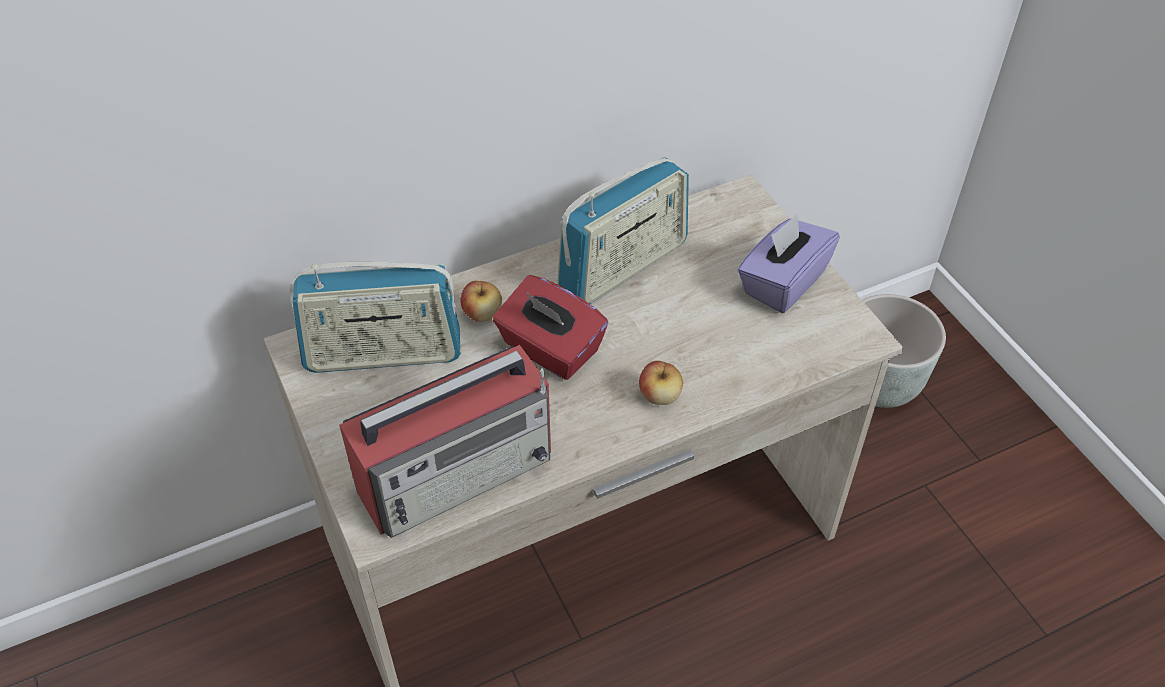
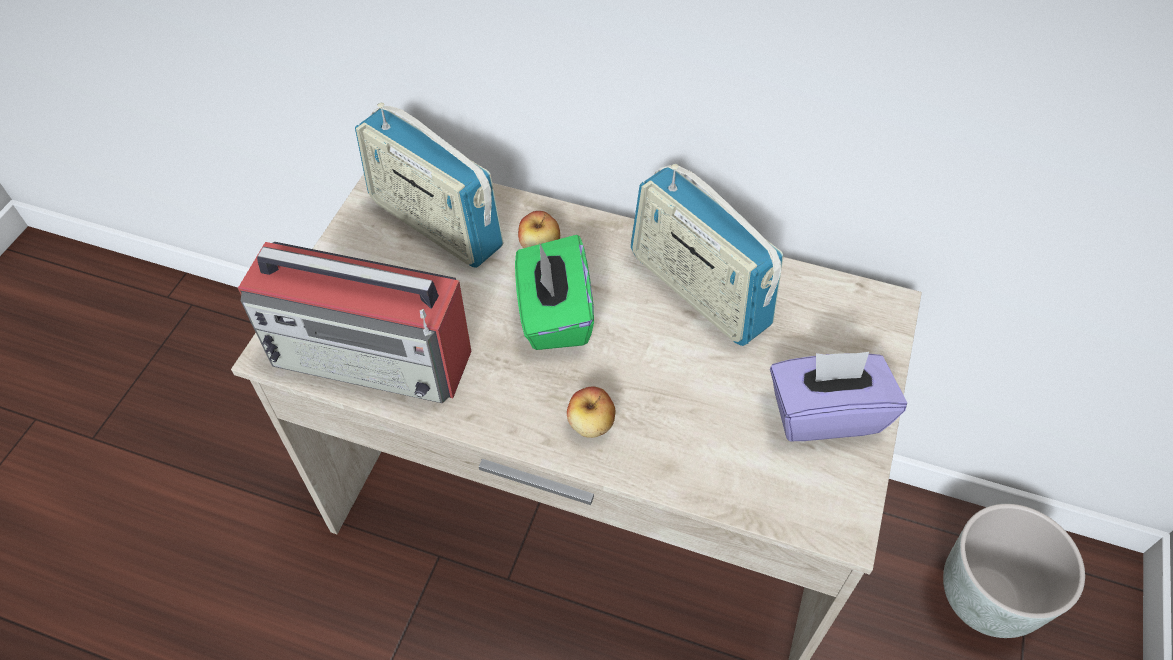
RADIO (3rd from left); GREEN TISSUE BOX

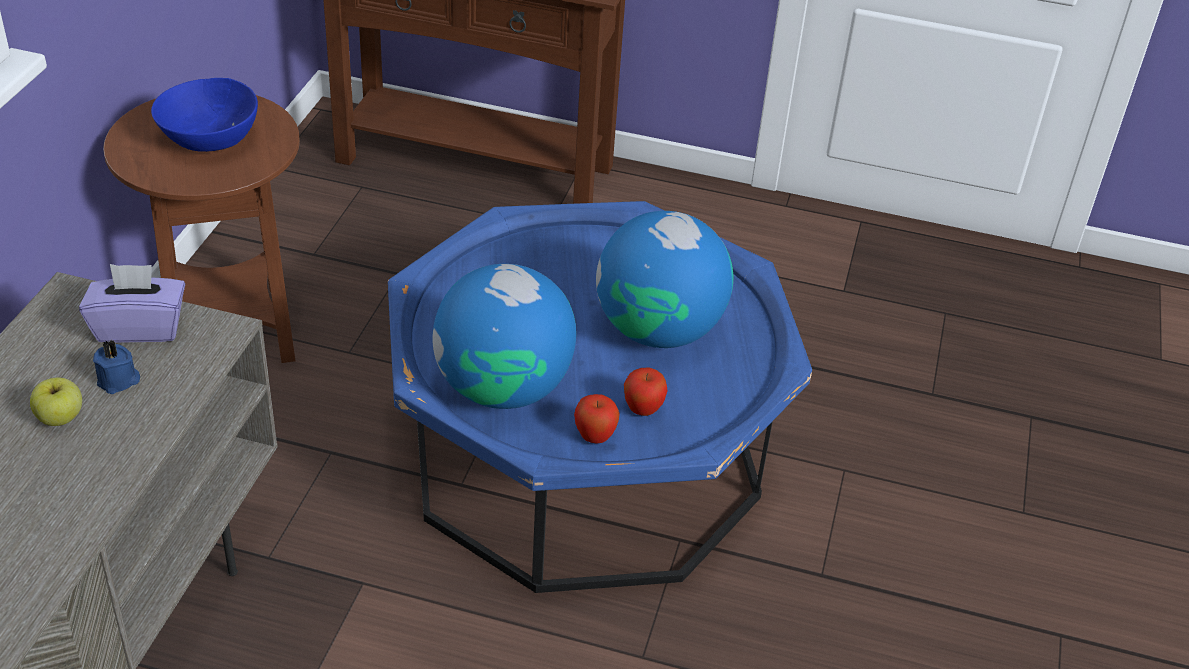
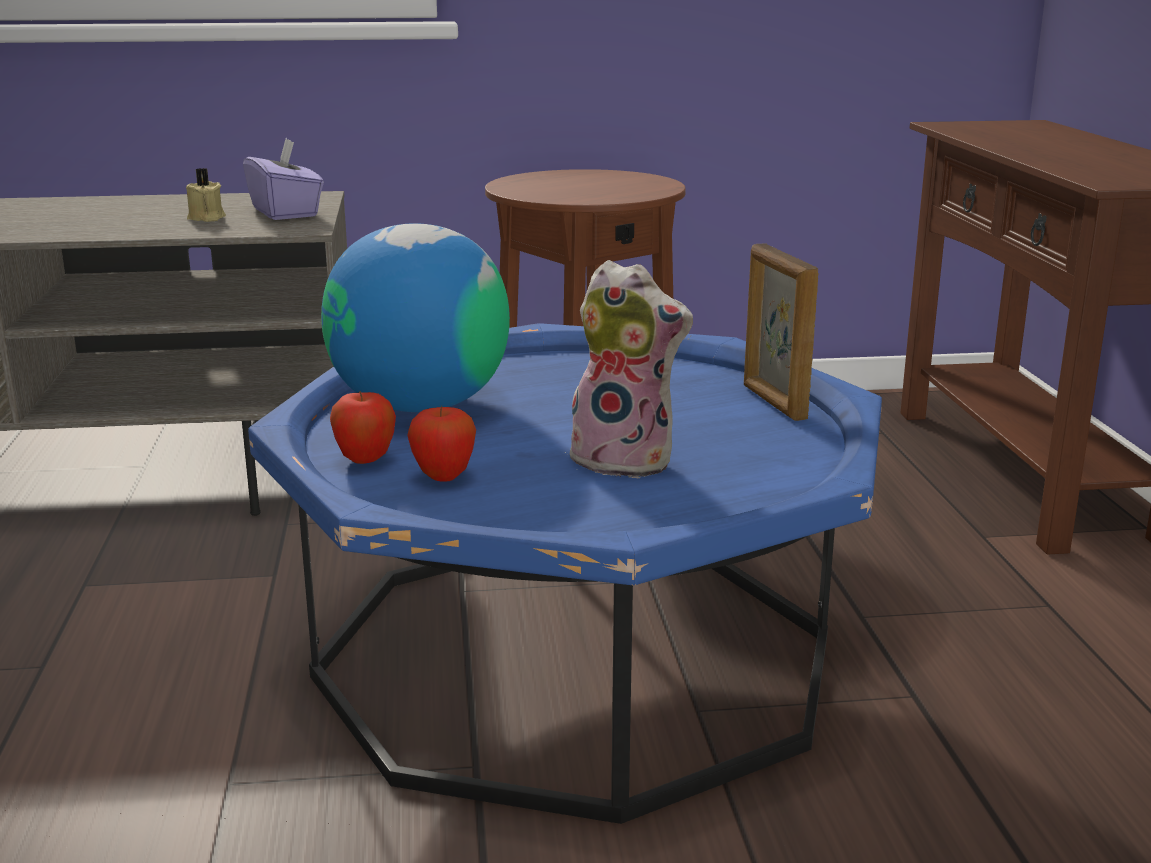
BLUE BOWL; PLUSH TOY; BEIGE CANDLE; APPLE (1st from left in the first image); PICTURE FRAME

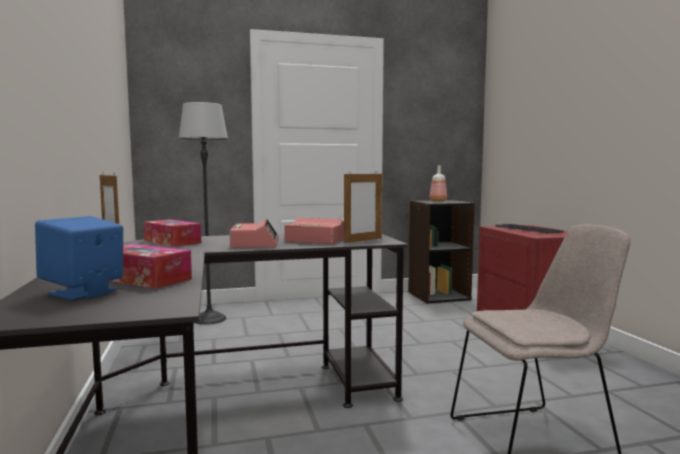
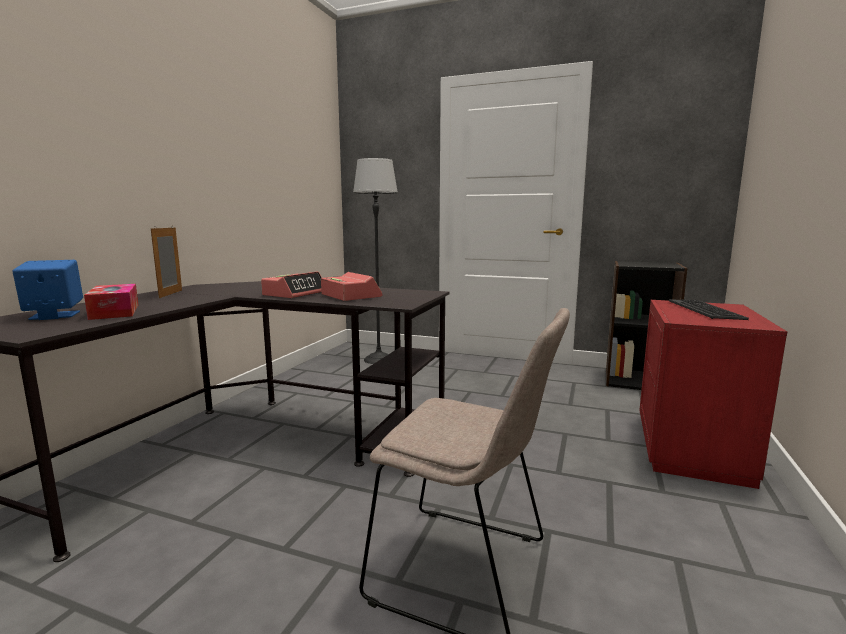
BOTTLE; PICTURE FRAME (2nd from left in the first image); TISSUE BOX (2nd from left in the first image)

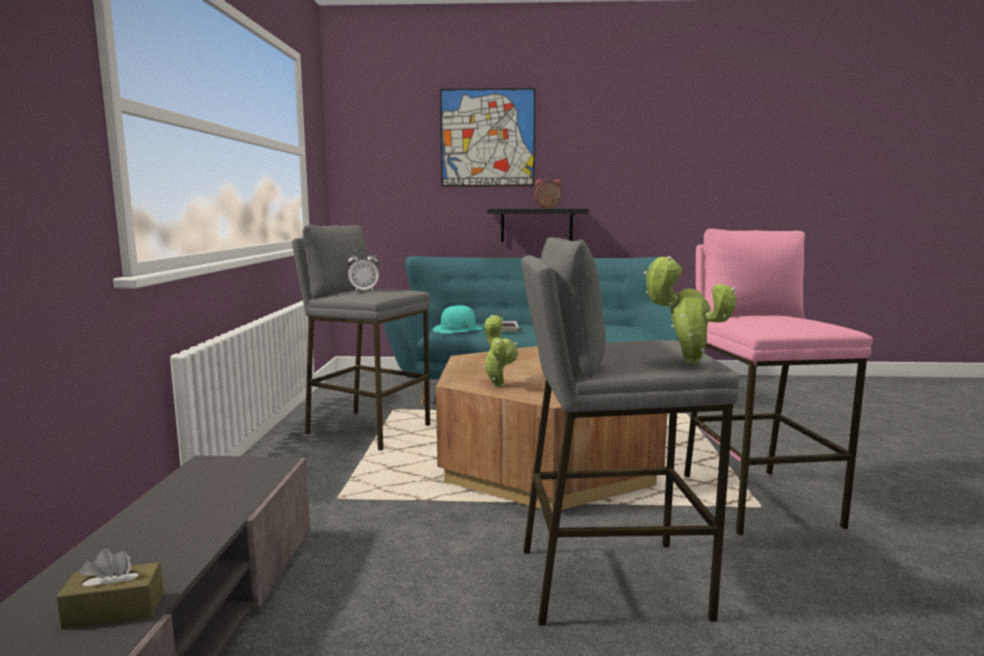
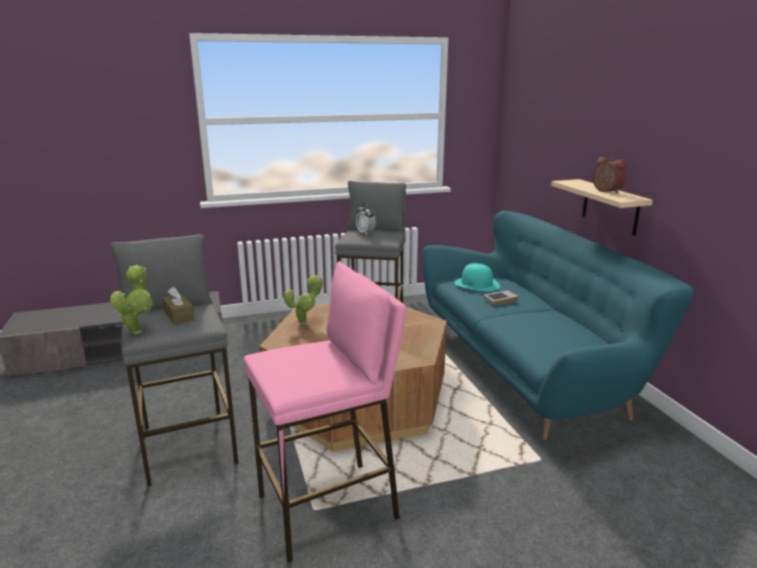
PICTURE; BEIGE SHELF; BROWN TISSUE BOX

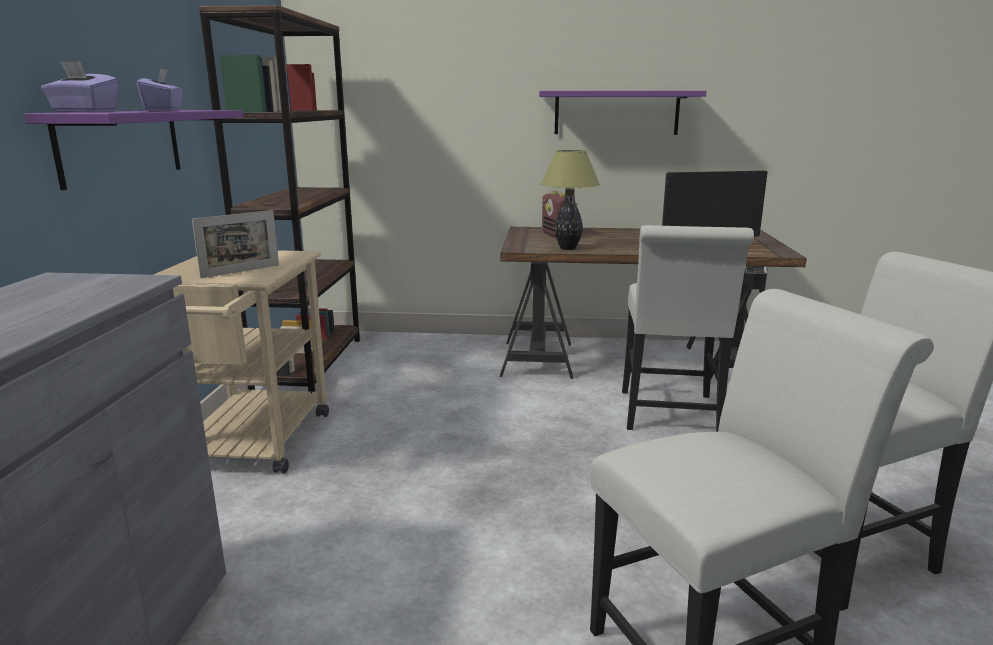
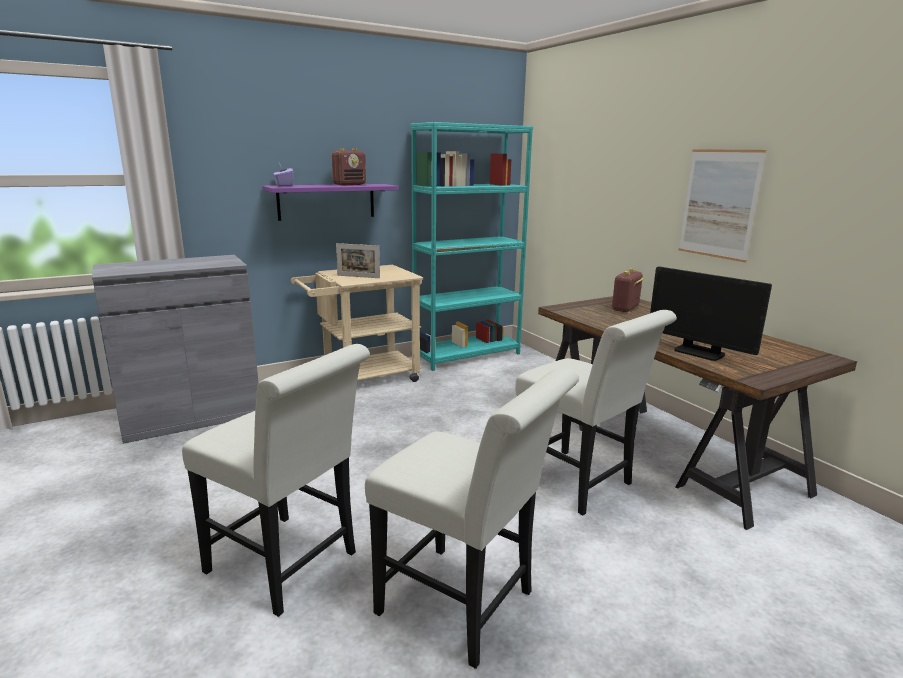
TURQUOISE BOOKCASE; RADIO (1st from left); PICTURE; TABLE LAMP; WHITE CHAIR (3rd from left)

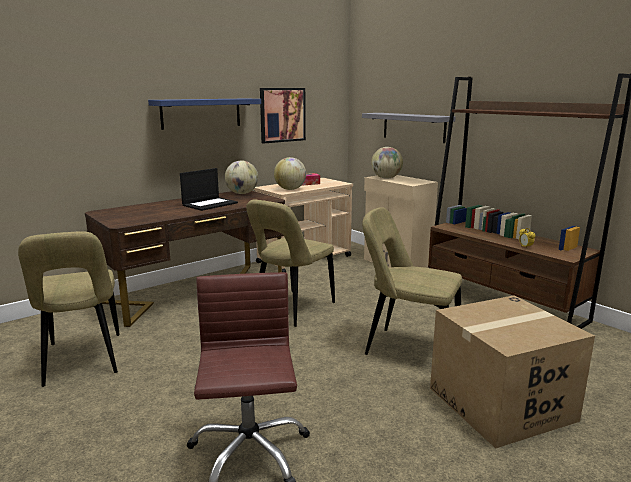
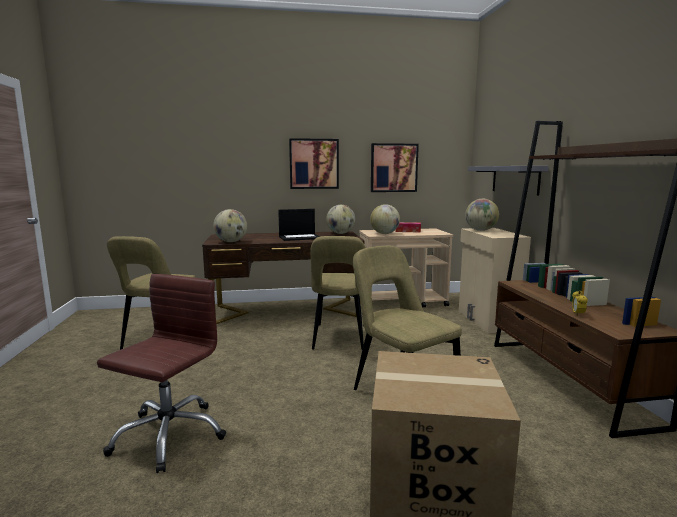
PICTURE (1st from left); BEIGE CHAIR (2nd from left); GLOBE (1st from left)

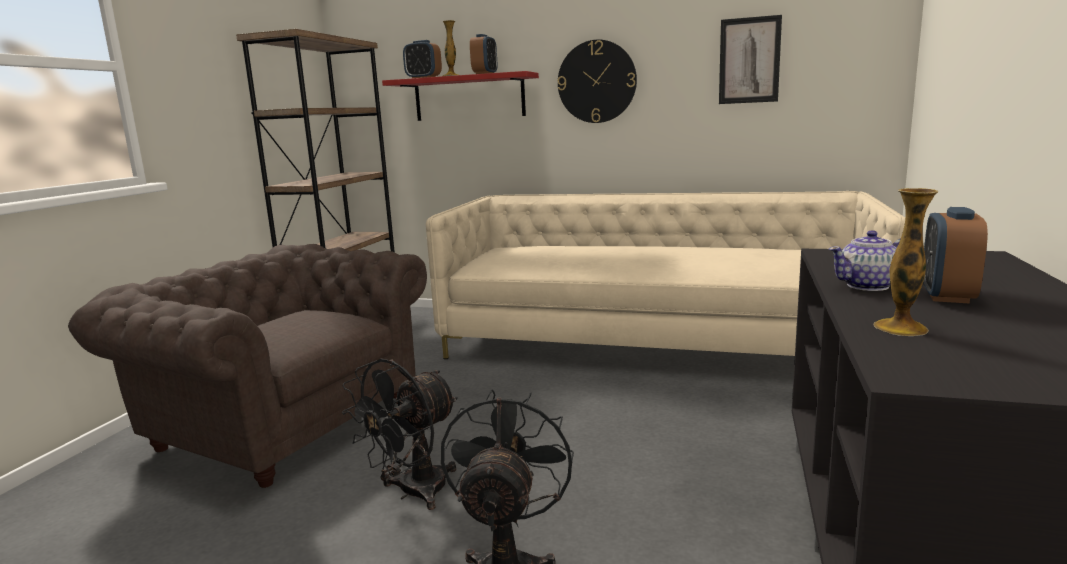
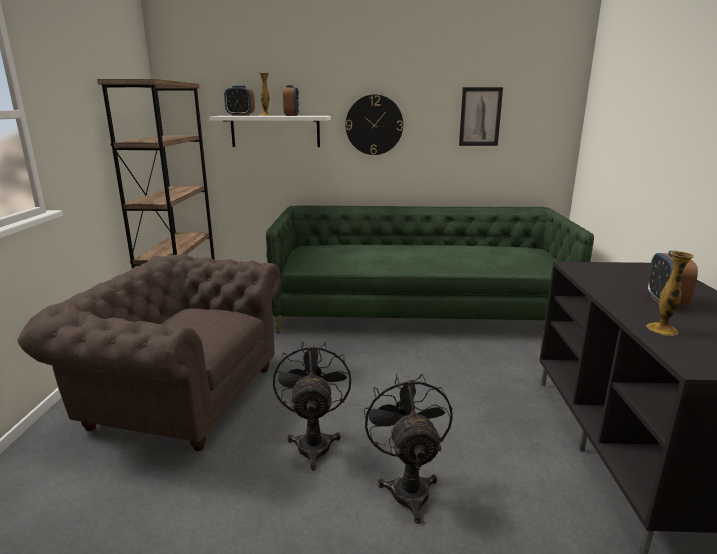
WHITE SHELF; GREEN SOFA; TEAPOT; BLACK FAN (1st from left)

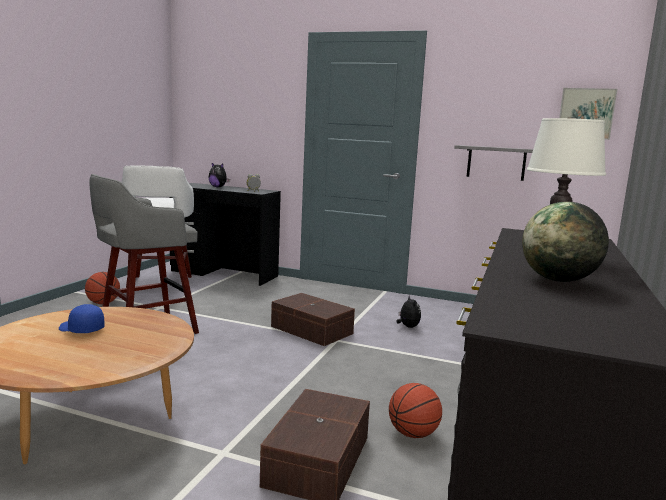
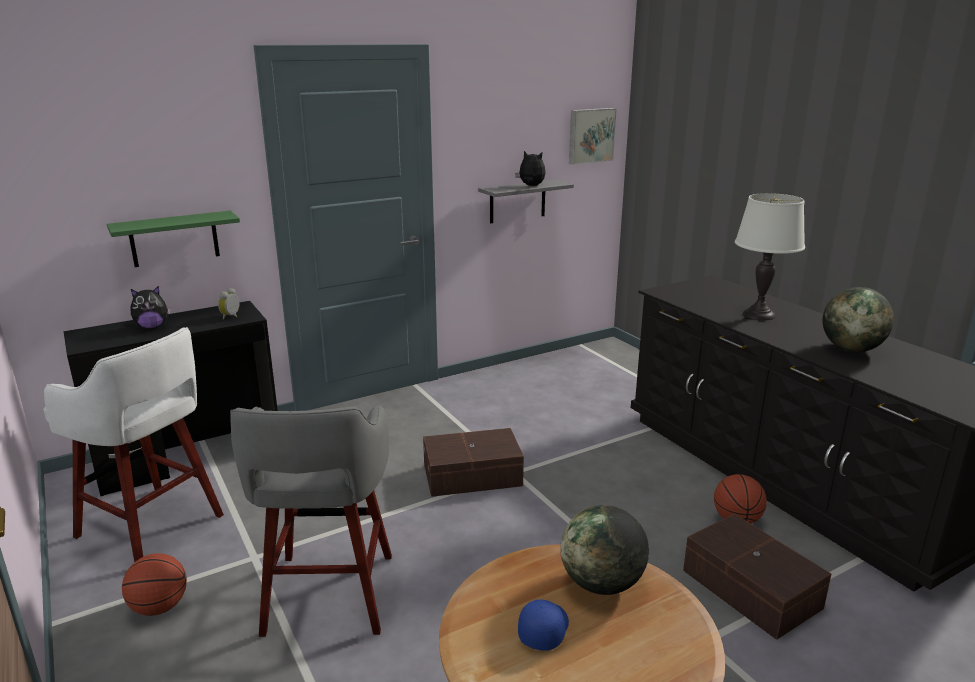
PLUSH TOY (2nd from left); BLUE CAP; GREEN SHELF; GLOBE (1st from left)

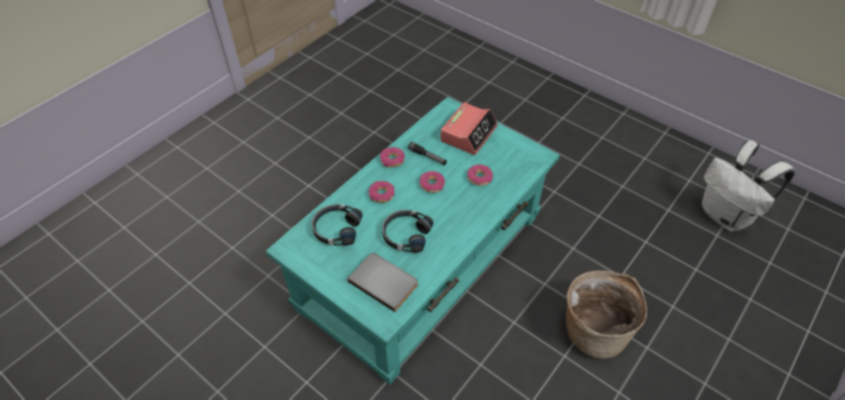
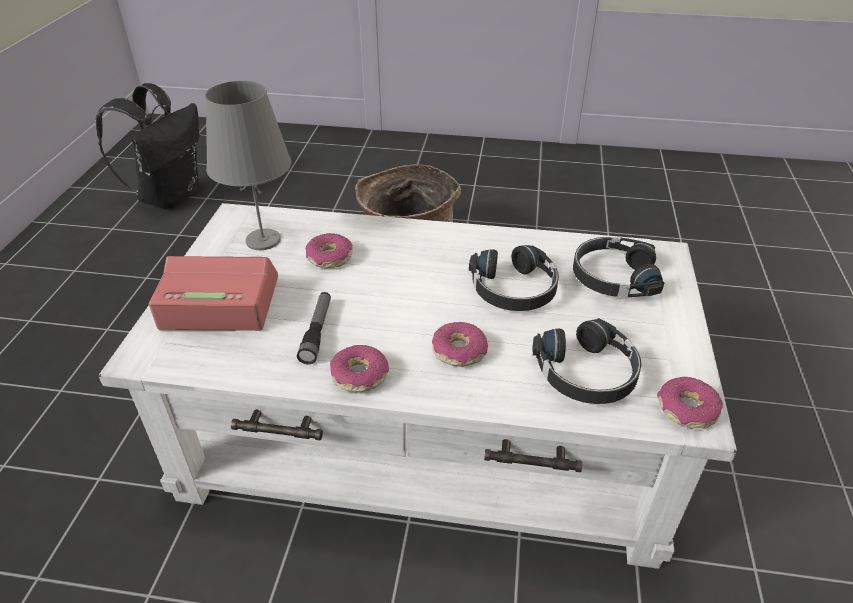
WHITE COFFEE TABLE; BLACK BACKPACK; DONUT (4th from left); BLACK HEADPHONES (3rd from left); GREY TABLE LAMP

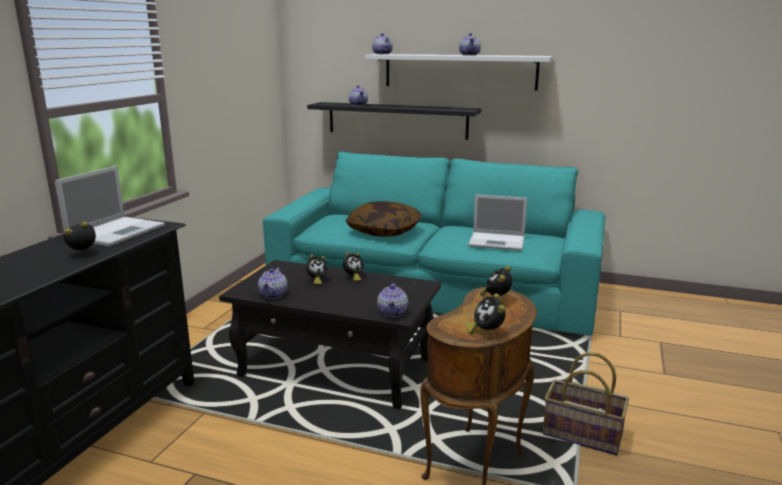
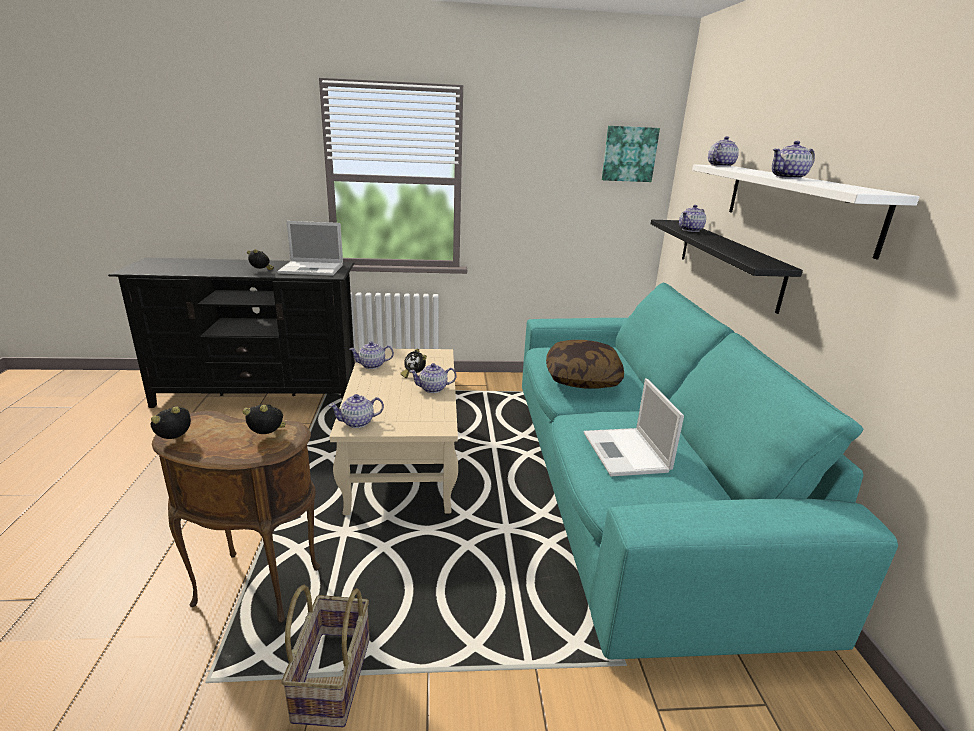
TEAPOT (3rd from left); BEIGE COFFEE TABLE; PICTURE

